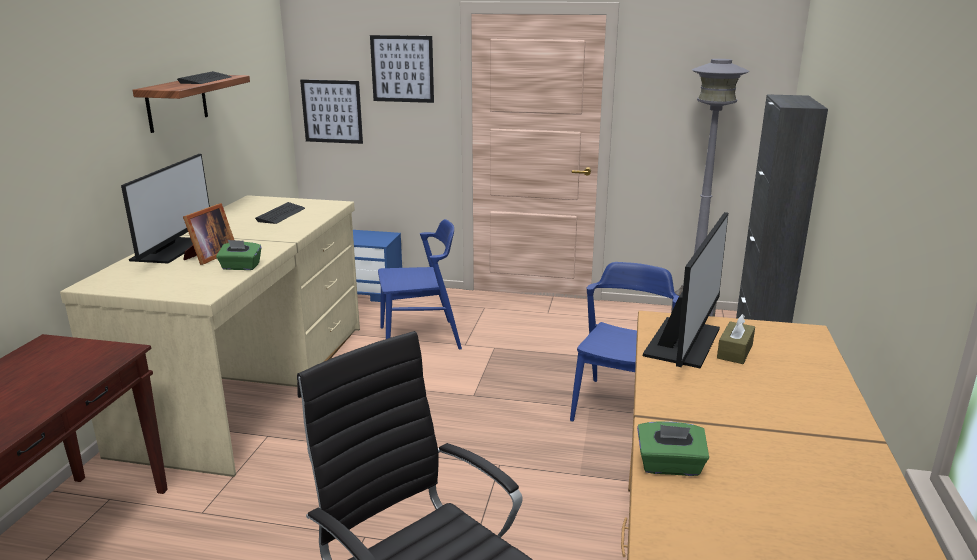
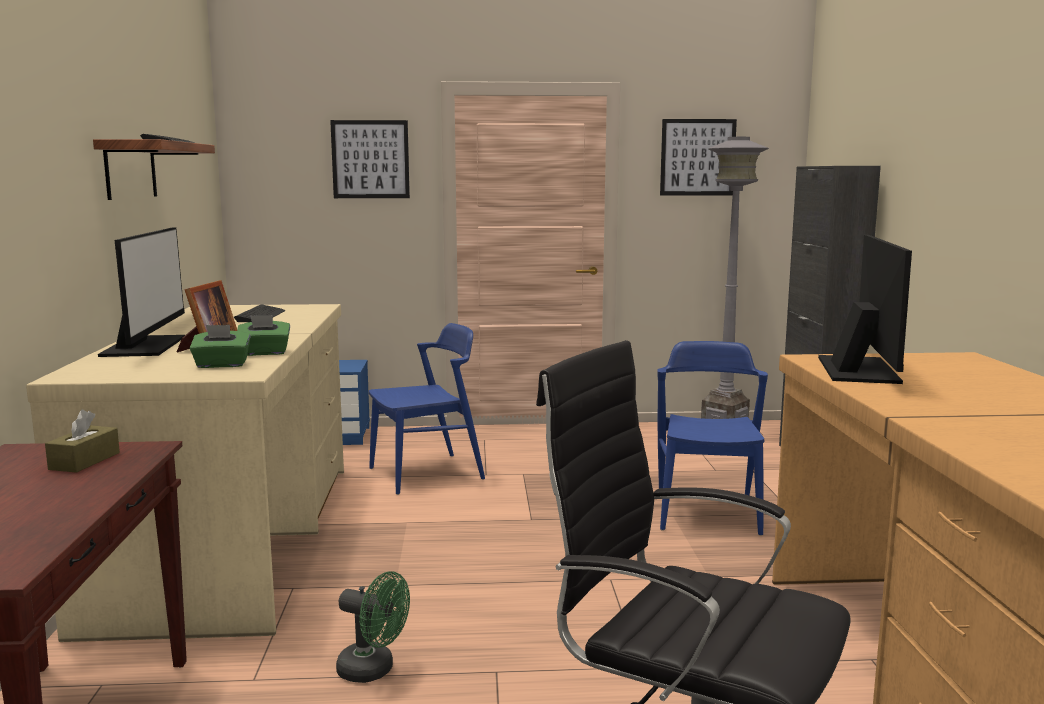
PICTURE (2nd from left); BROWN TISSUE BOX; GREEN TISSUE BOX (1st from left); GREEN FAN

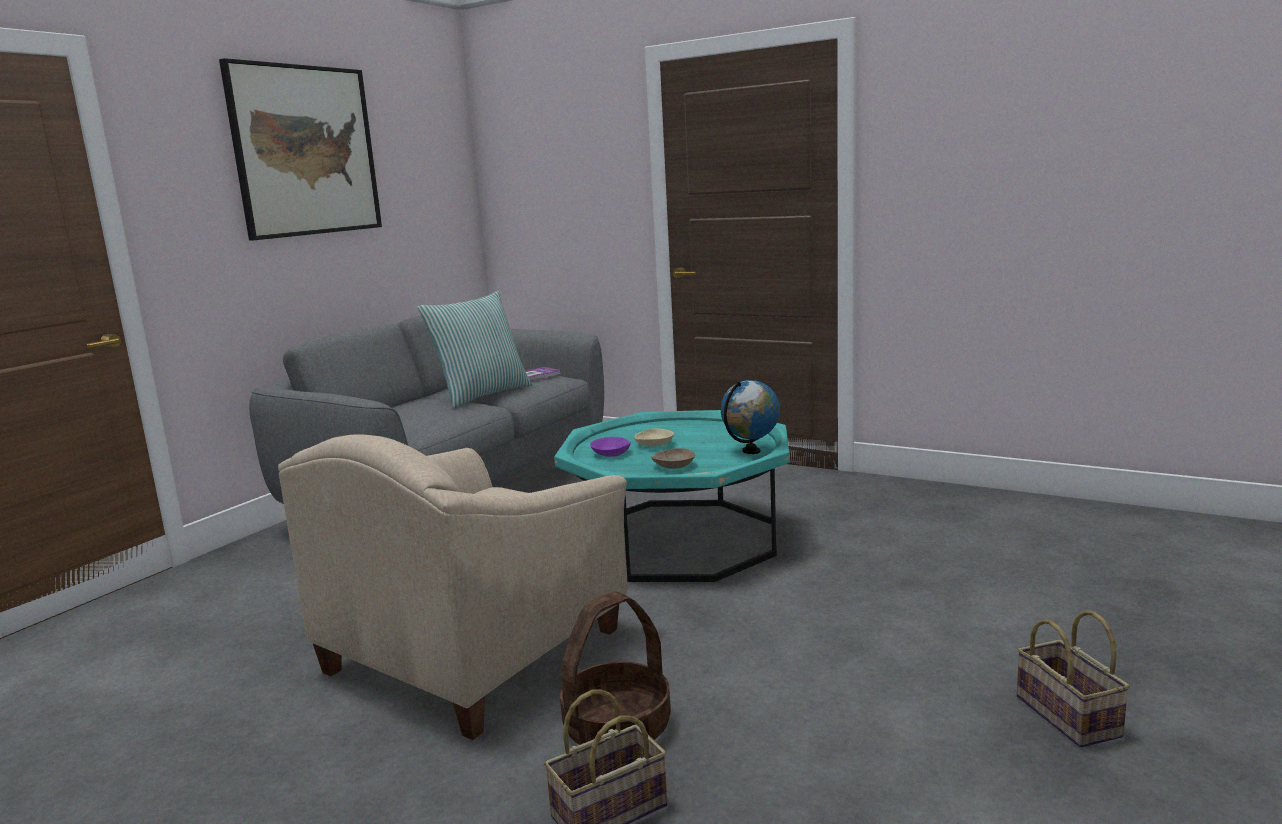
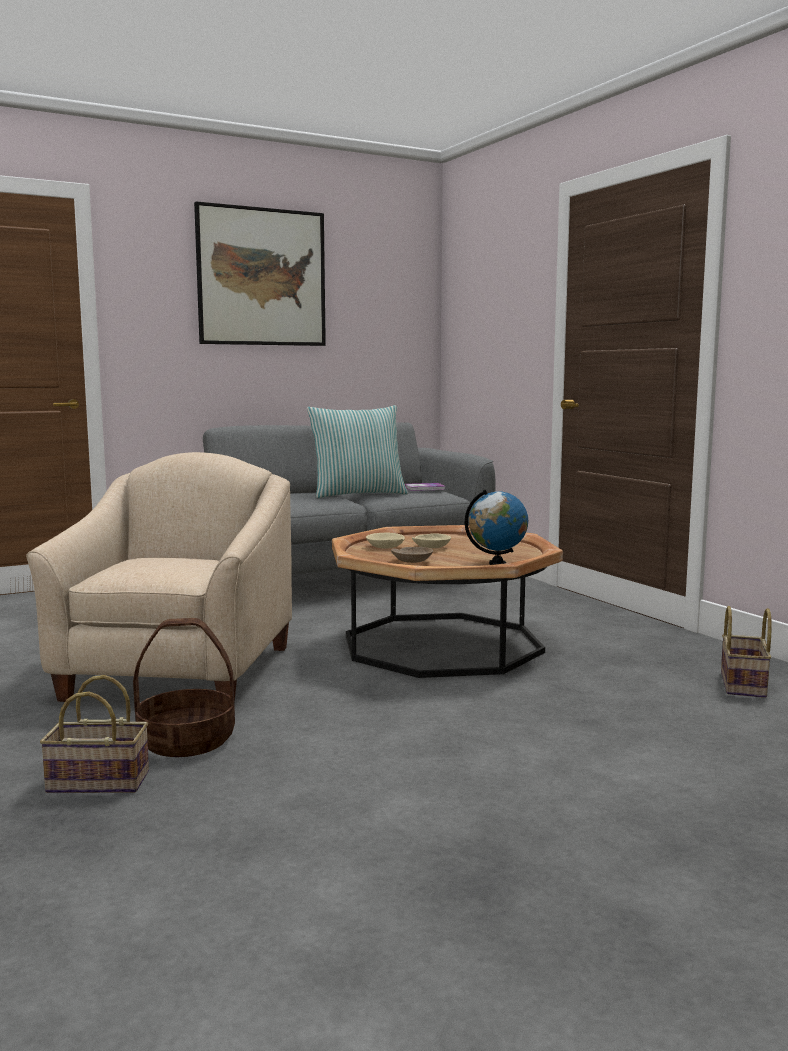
BROWN COFFEE TABLE; BEIGE ARMCHAIR; BEIGE BOWL (1st from left); BASKET (3rd from left)

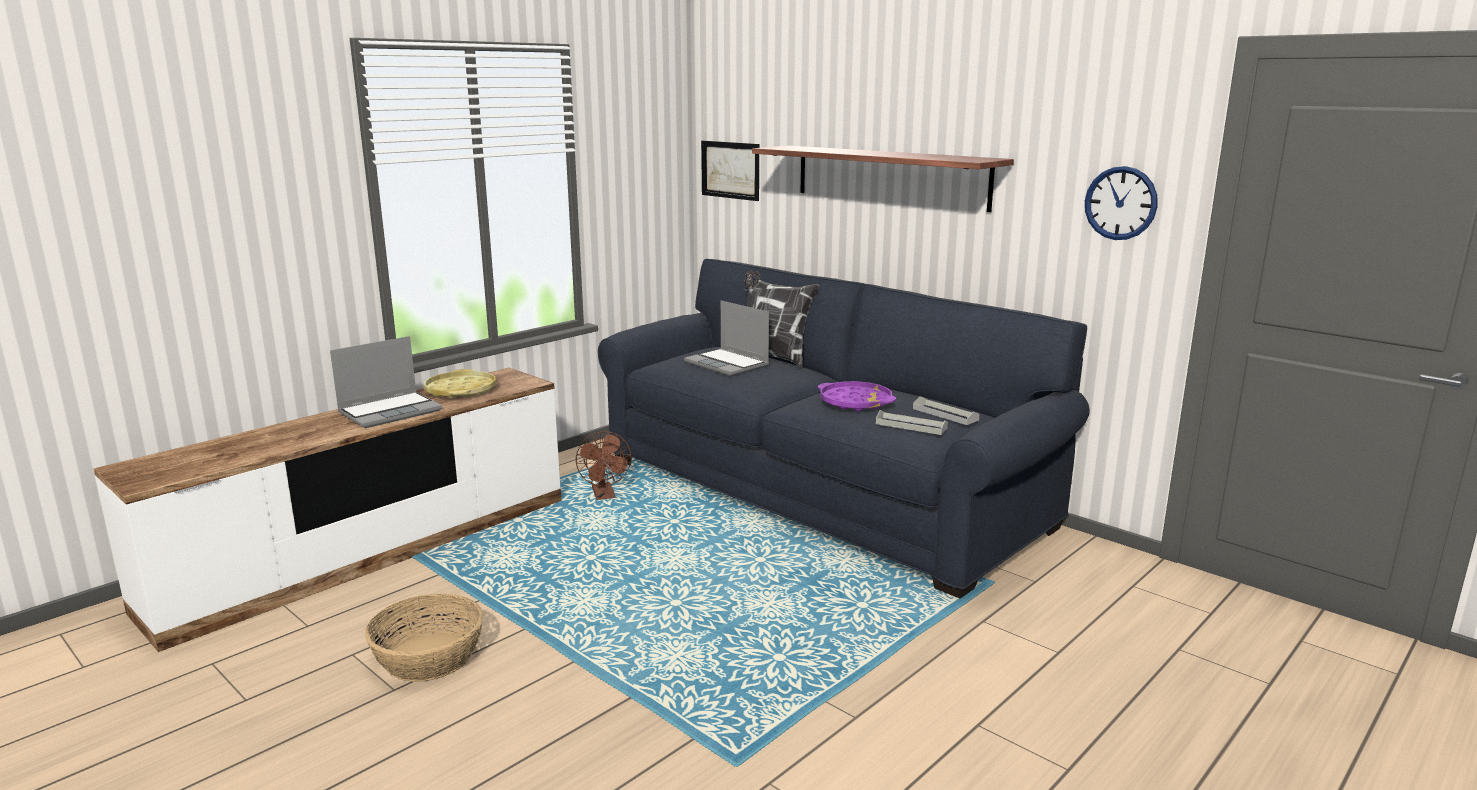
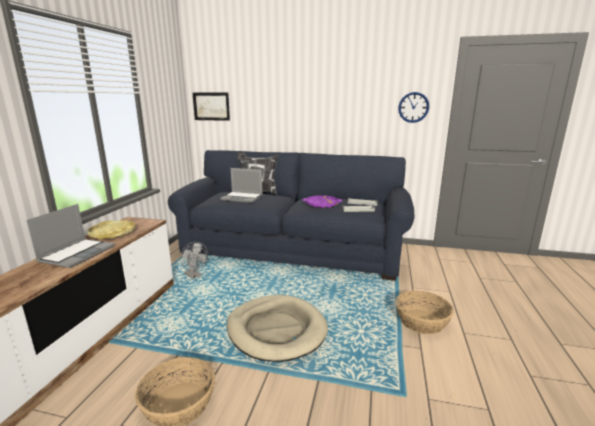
SHELF; GREY FAN; BASKET (2nd from left); BEIGE DOG BED

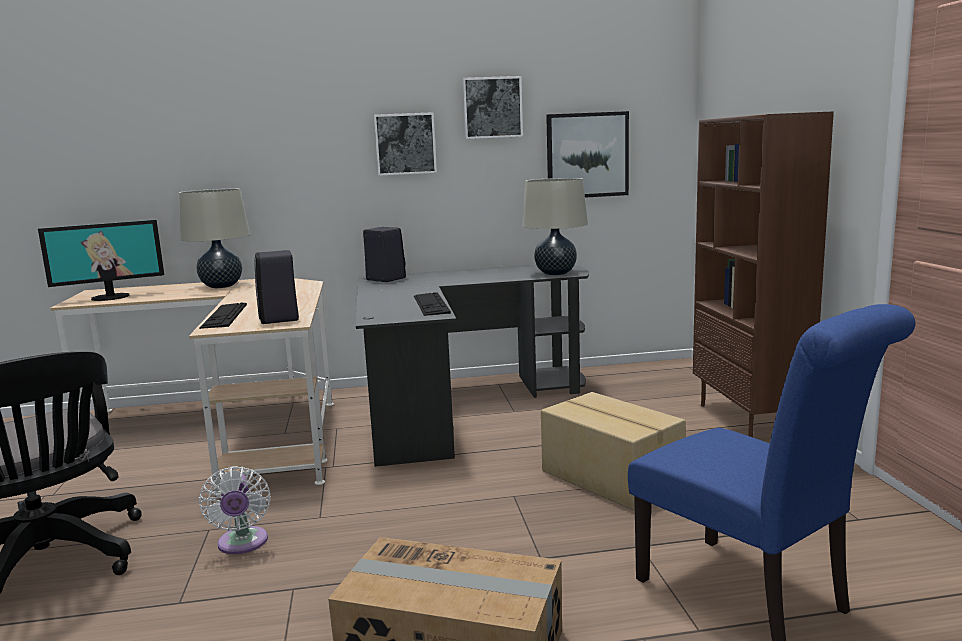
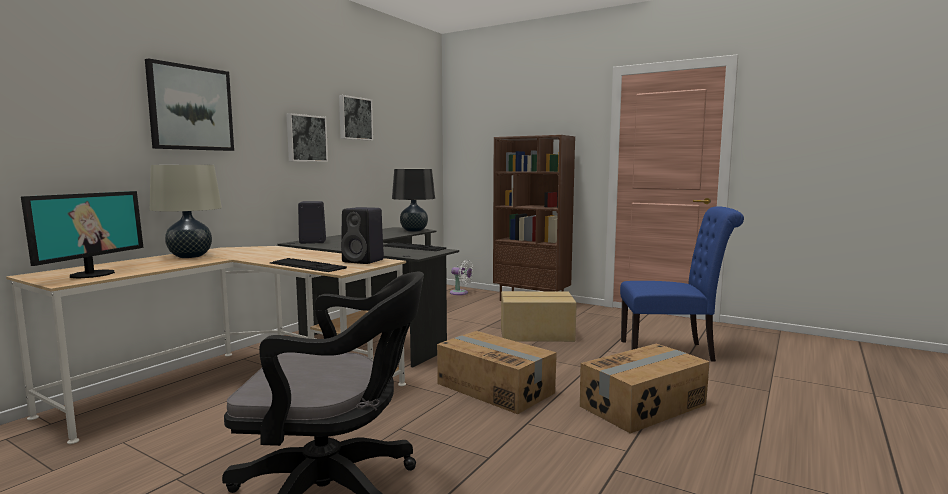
PICTURE (1st from left); BLACK TABLE LAMP; WHITE FAN; CARDBOARD BOX (1st from left)

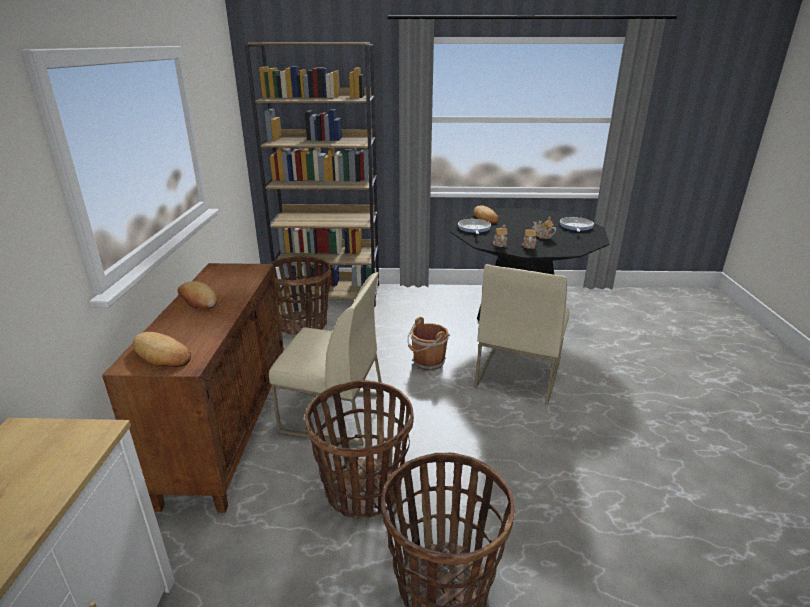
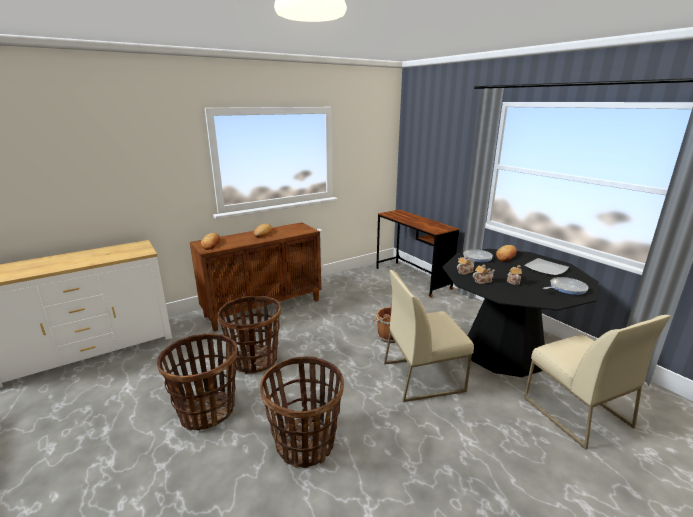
BROWN DESK; BASKET (3rd from left); BEIGE CHAIR (2nd from left); PLATE

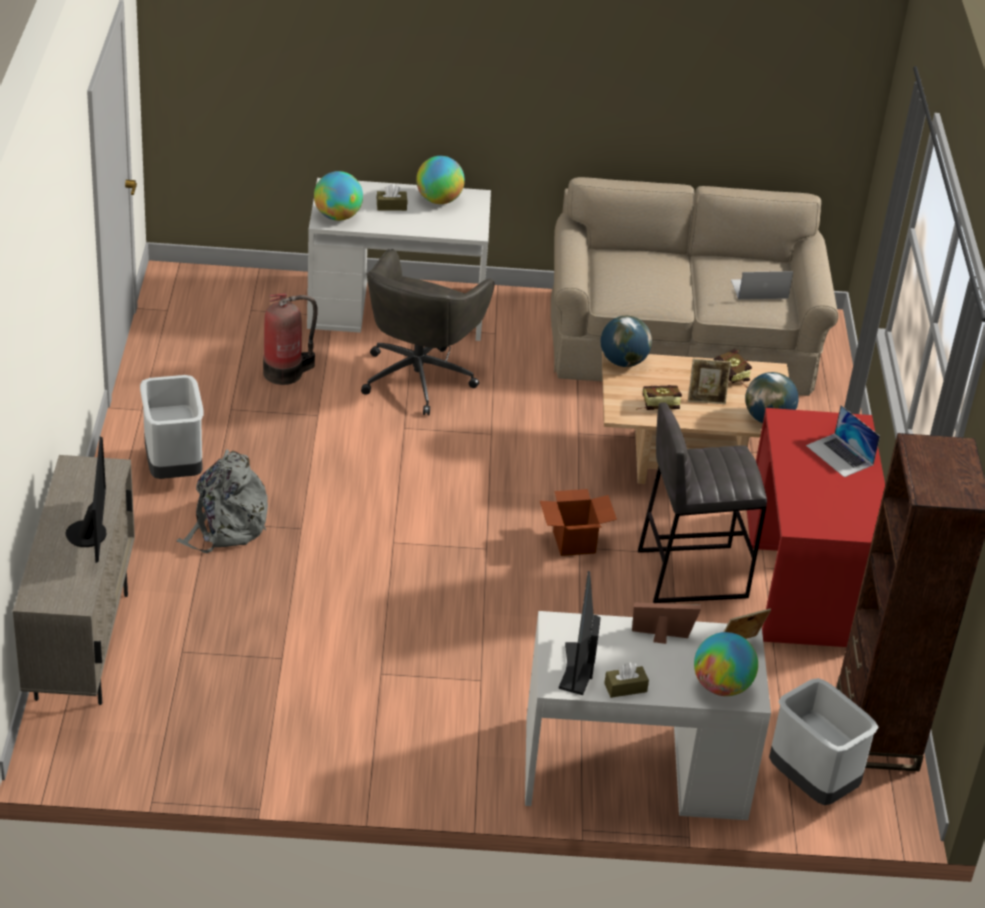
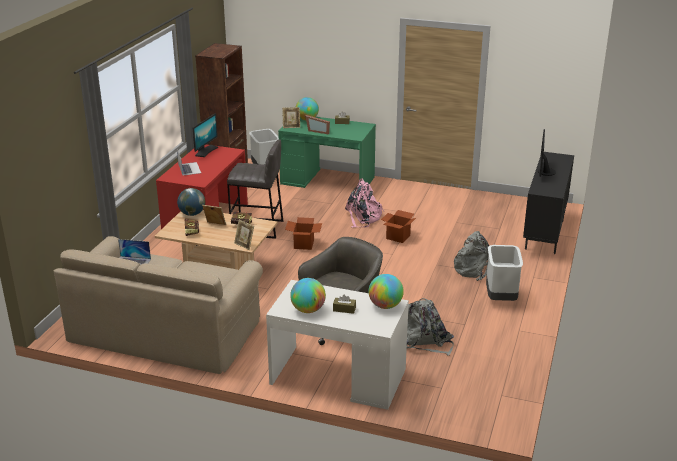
GREY BACKPACK (1st from left); PICTURE FRAME (2nd from left); BLACK CABINET; MONITOR (1st from left); GREEN DESK; PINK BACKPACK; CARDBOARD BOX (2nd from left)

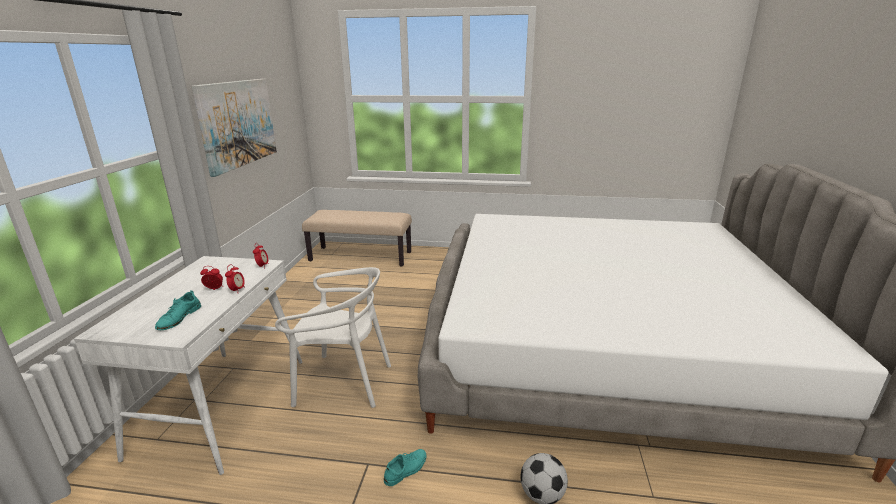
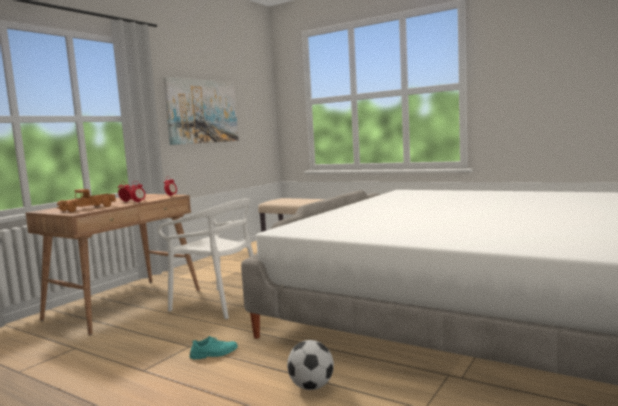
BROWN DESK; TOY TRUCK

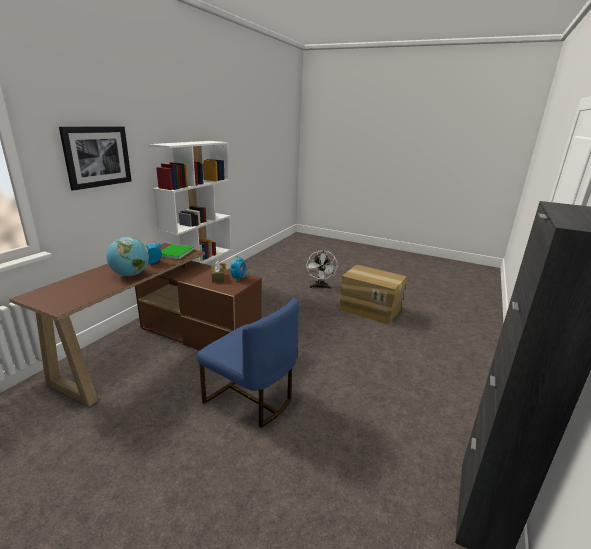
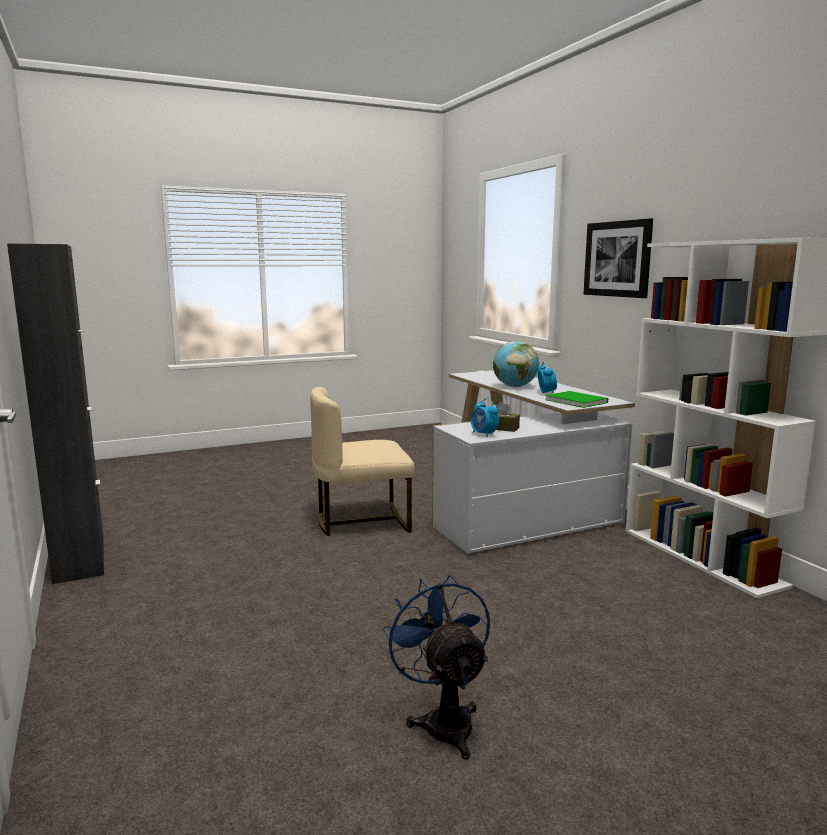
WHITE DESK; WHITE FAN; BLUE FAN; BEIGE CHAIR

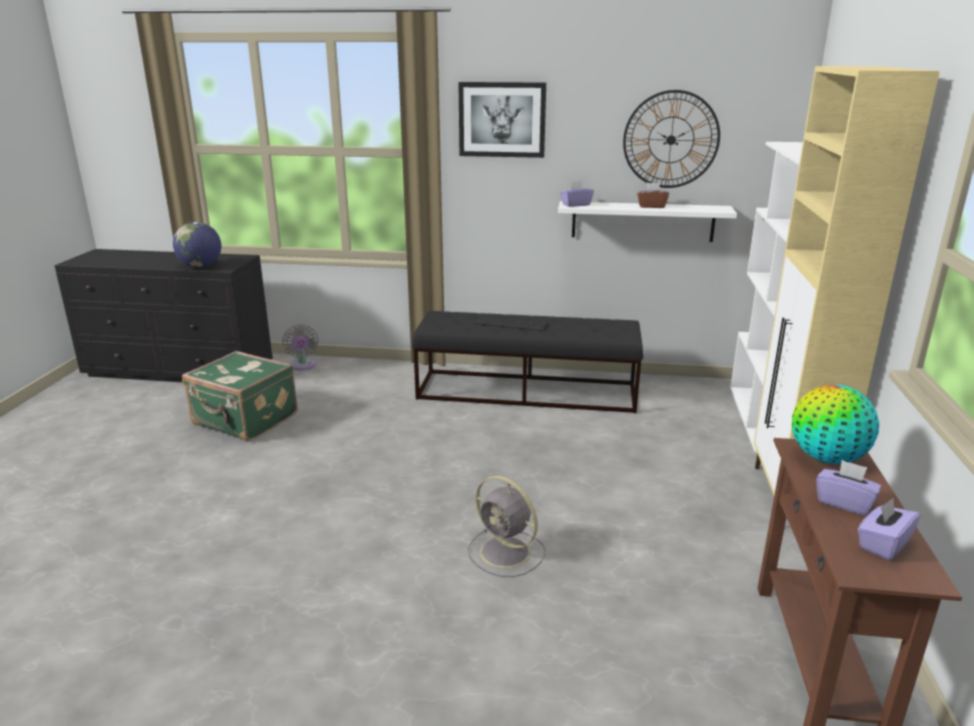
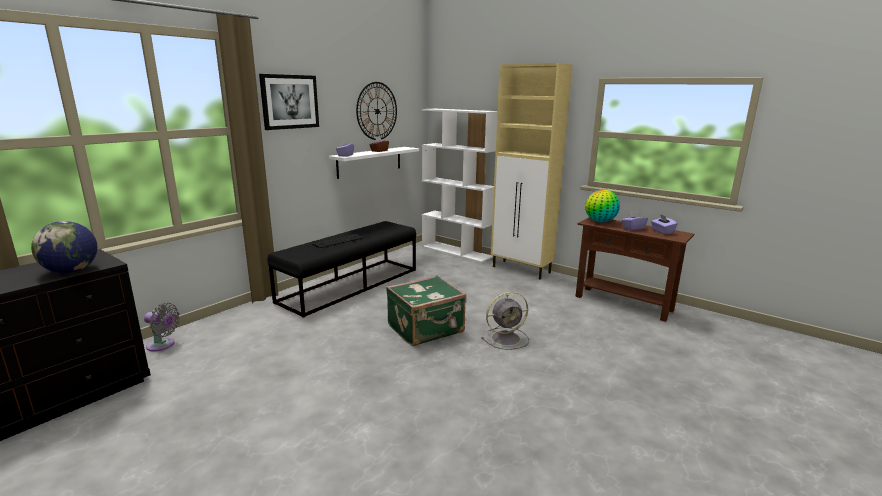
GREEN SUITCASE

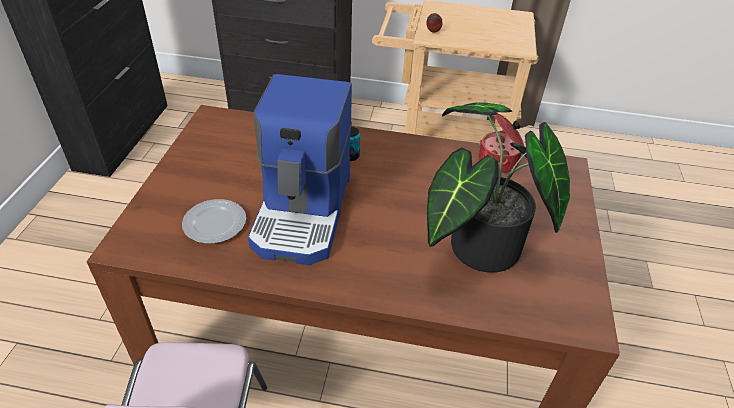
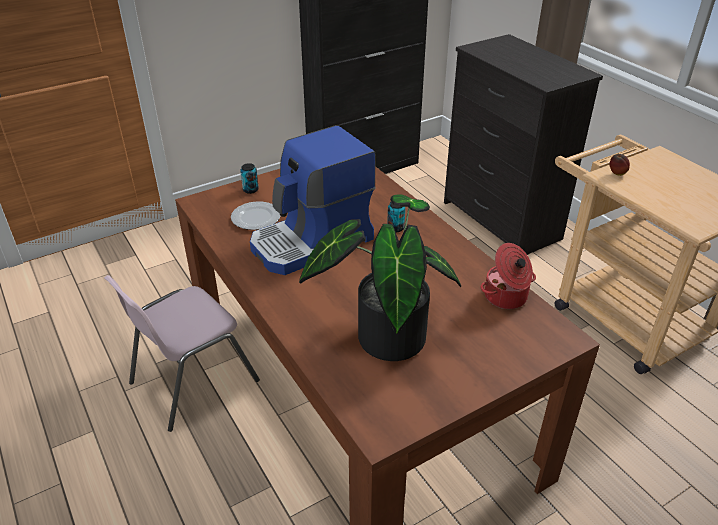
CAN (1st from left)

